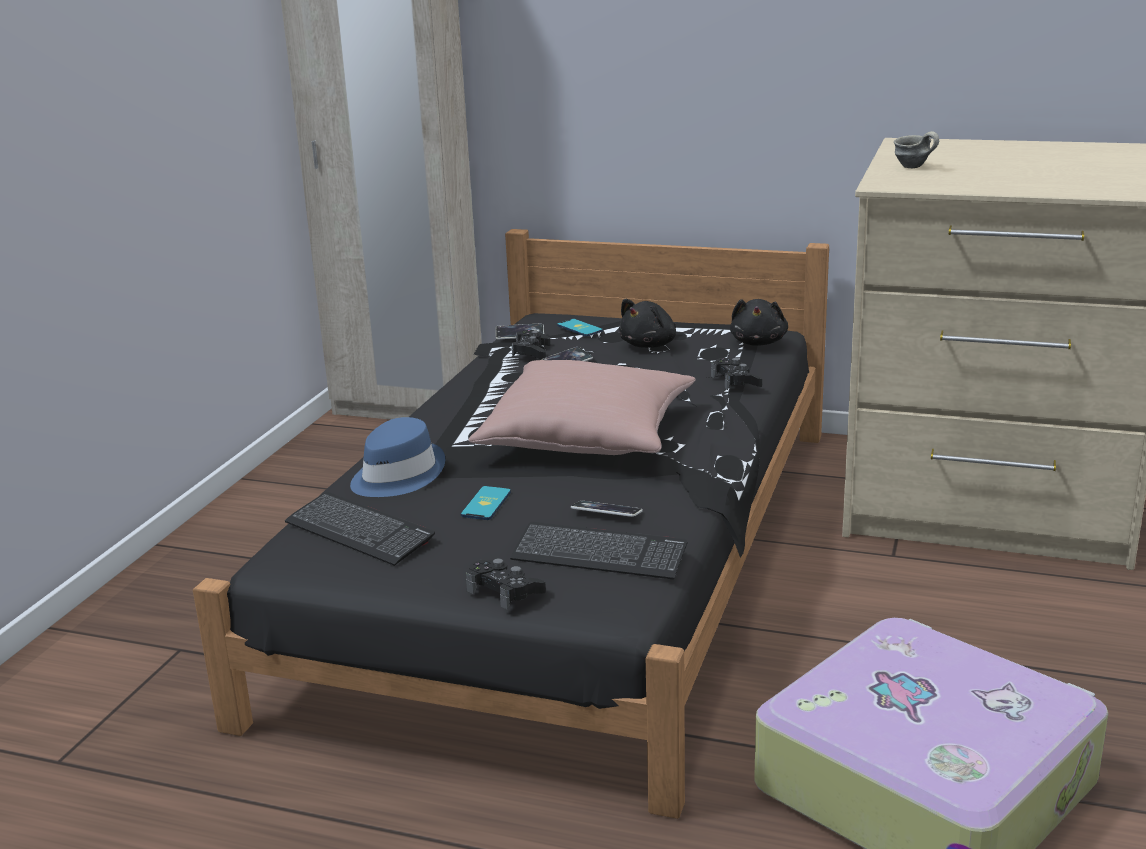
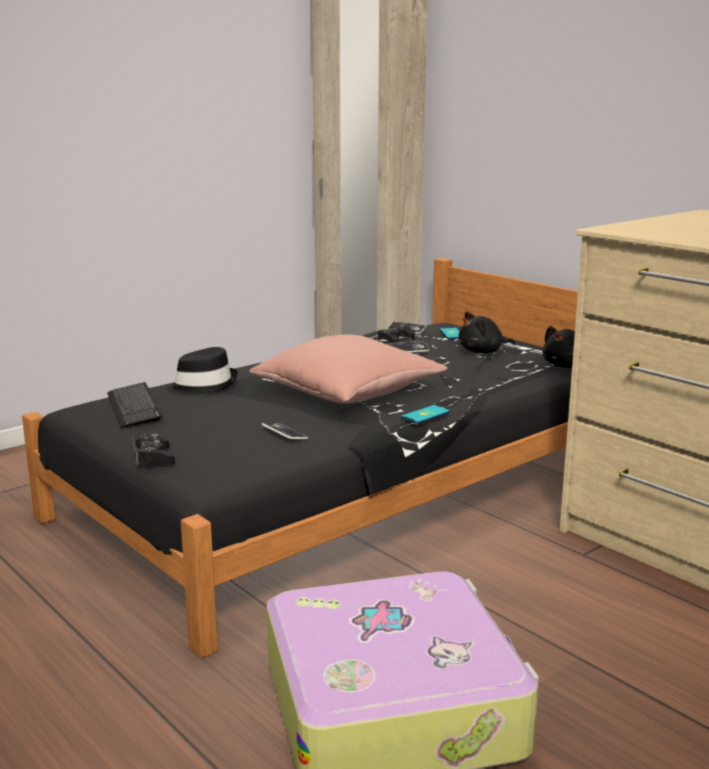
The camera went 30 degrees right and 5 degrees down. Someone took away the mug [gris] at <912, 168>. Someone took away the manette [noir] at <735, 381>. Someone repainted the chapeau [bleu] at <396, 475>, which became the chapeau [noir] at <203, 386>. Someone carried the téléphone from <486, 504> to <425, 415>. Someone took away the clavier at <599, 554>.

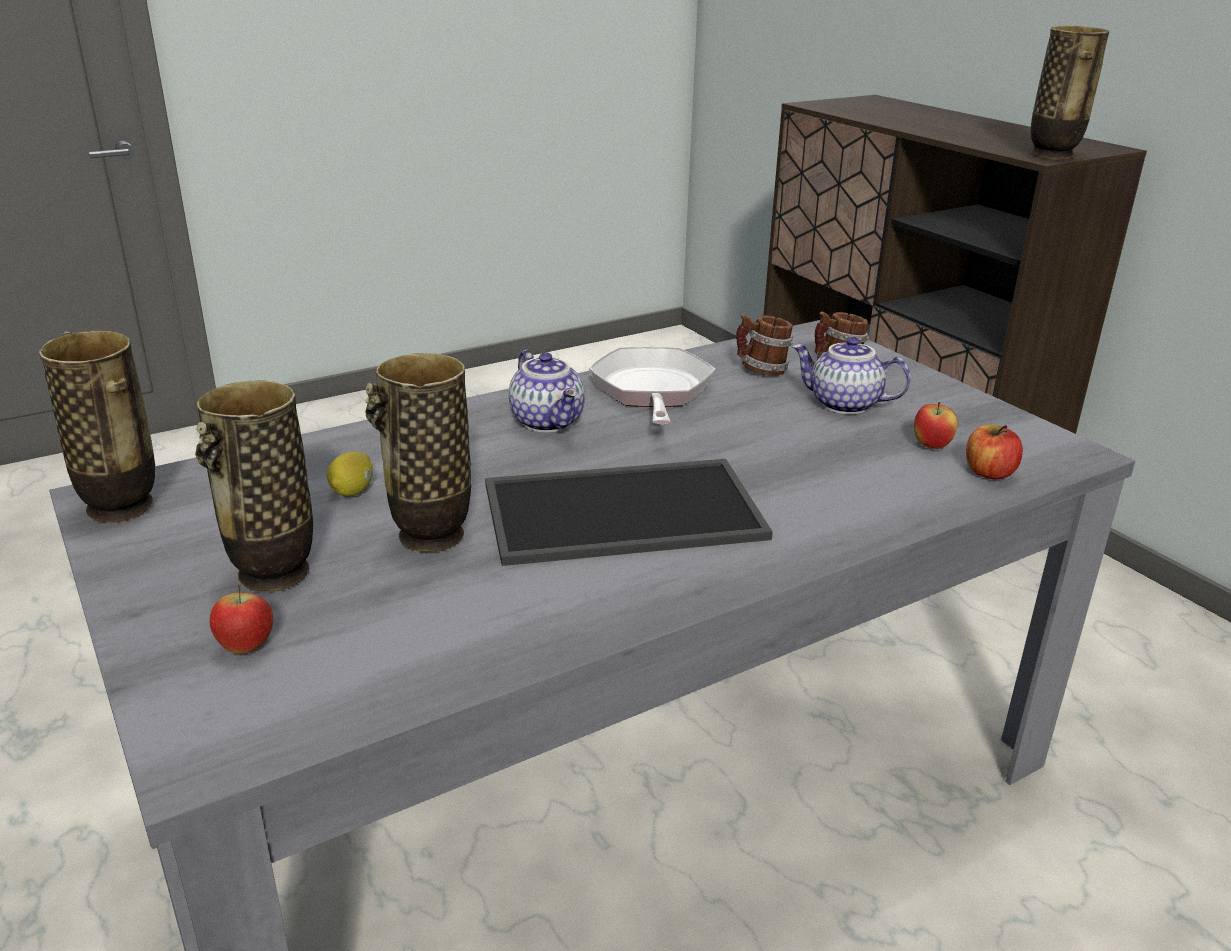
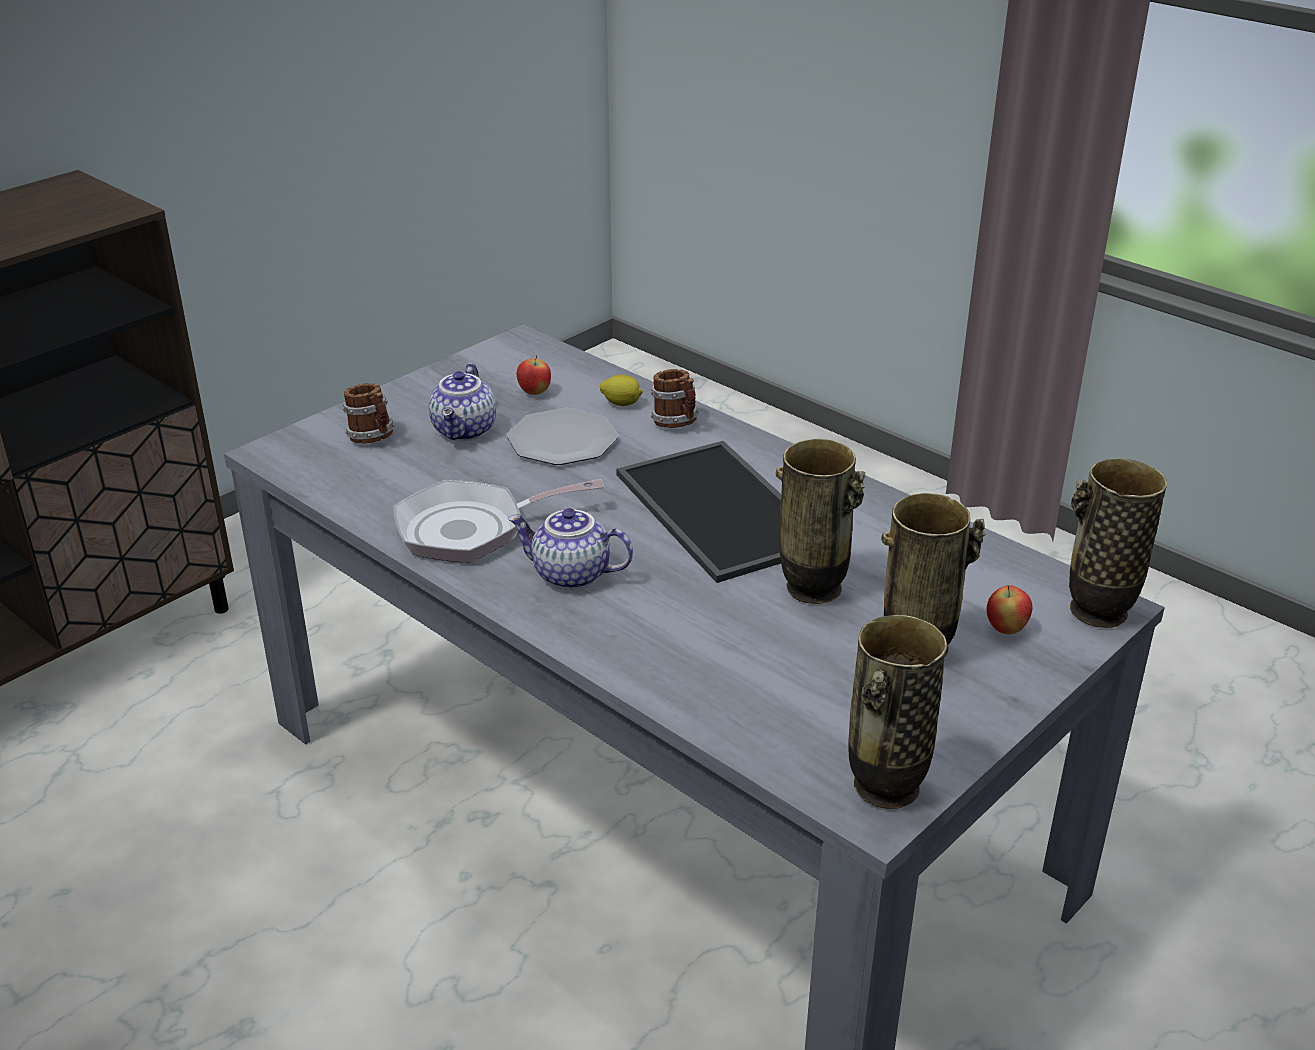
The camera went 105 degrees left and 5 degrees up. Someone carried the vase from <1052, 155> to <1098, 611>. Someone carried the mug from <761, 371> to <676, 423>. Someone rotated the théière at <549, 422> by 120 degrees counterclockwise. Someone took away the pomme at <988, 473>. Someone carried the citron from <353, 491> to <621, 404>. Someone put down the assiette at <562, 440>.

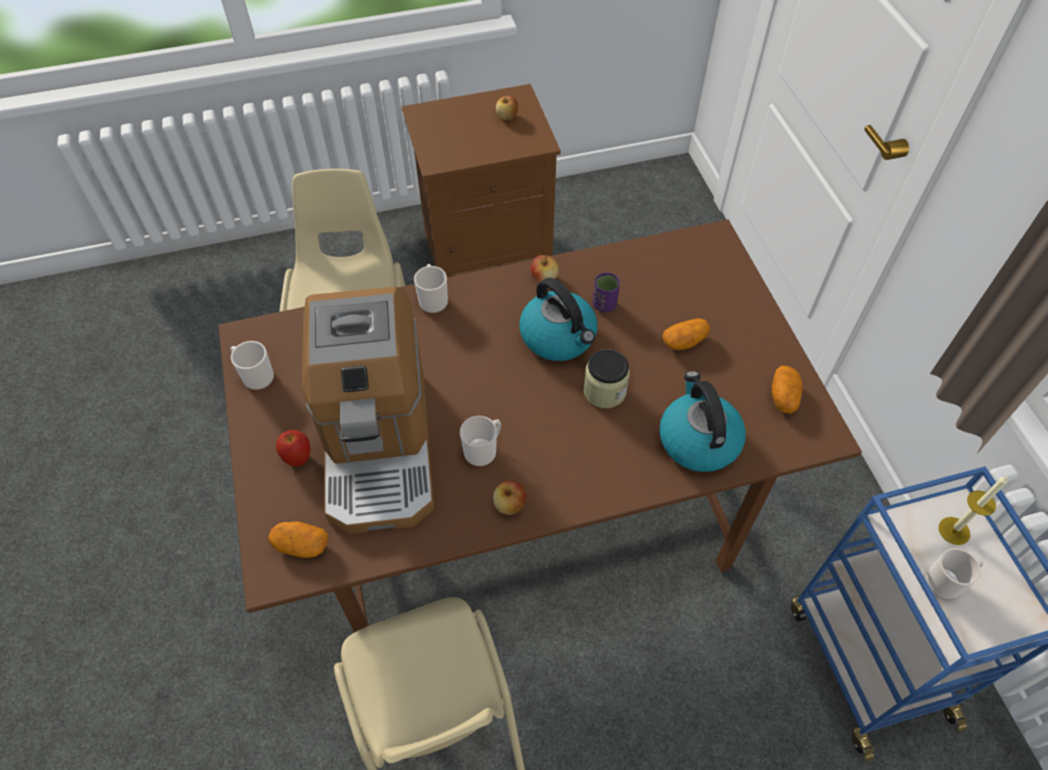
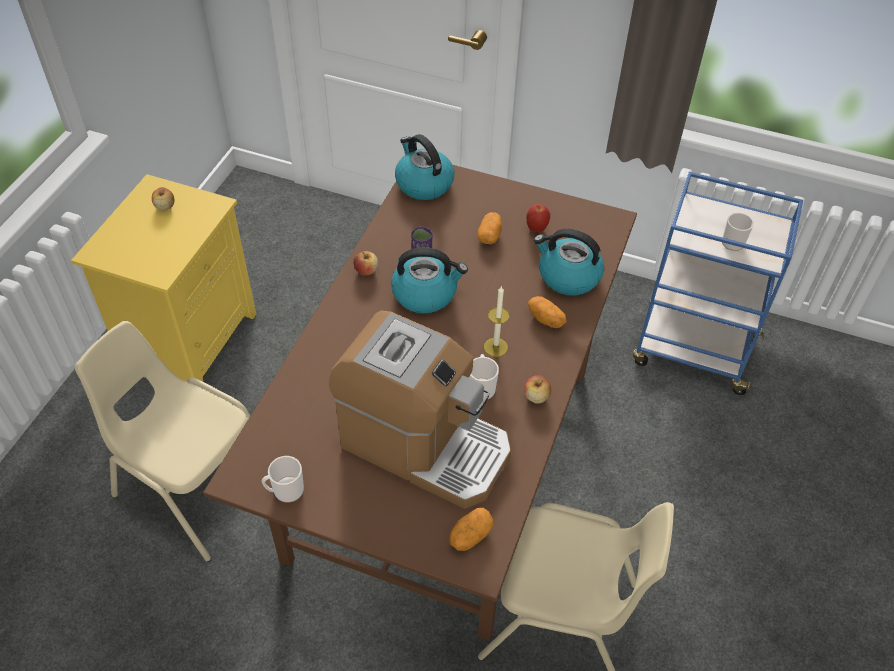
The camera went 55 degrees left and 5 degrees down. Someone repainted the table de chevet [marron] at <487, 251>, which became the table de chevet [jaune] at <190, 339>. Someone took away the mug at <433, 299>. Someone took away the bocal at <604, 391>. Someone carried the pomme de terre from <783, 397> to <546, 319>. Someone carried the pomme from <298, 458> to <536, 229>. Someone carried the bougie from <954, 530> to <495, 347>. Someone put down the bouilloire at <423, 183>.

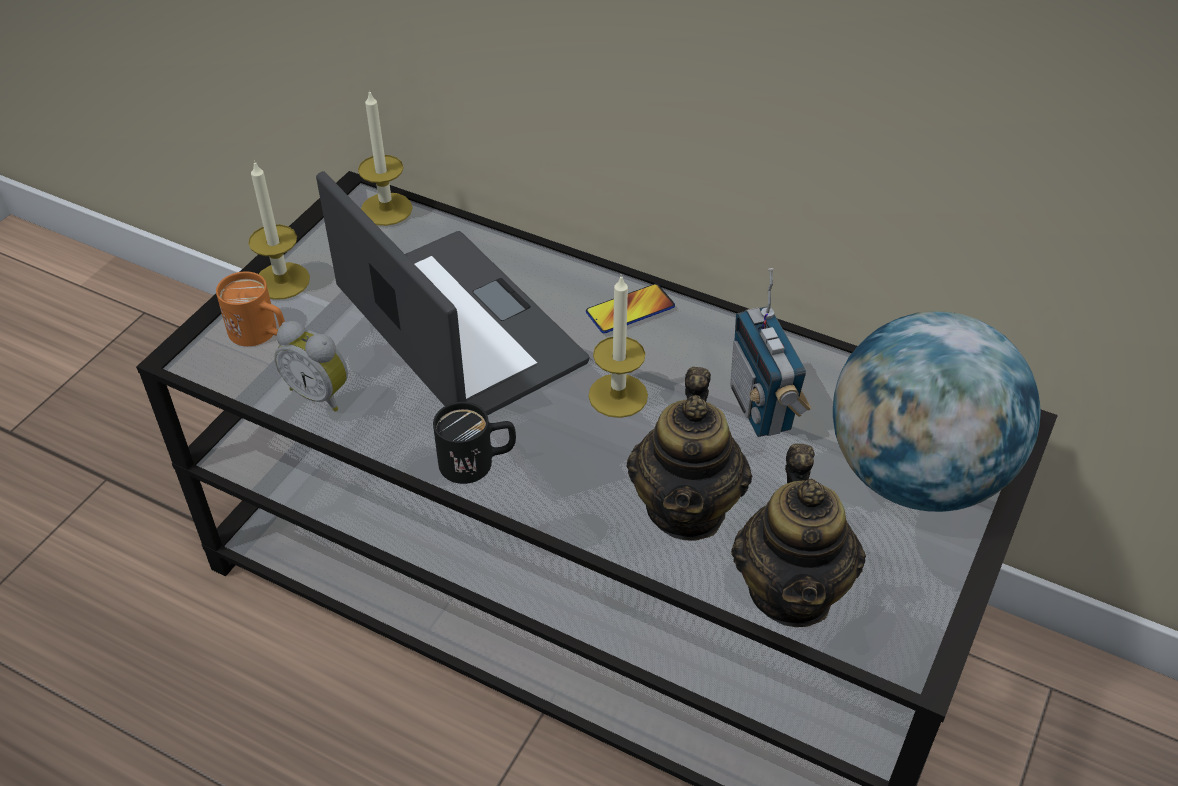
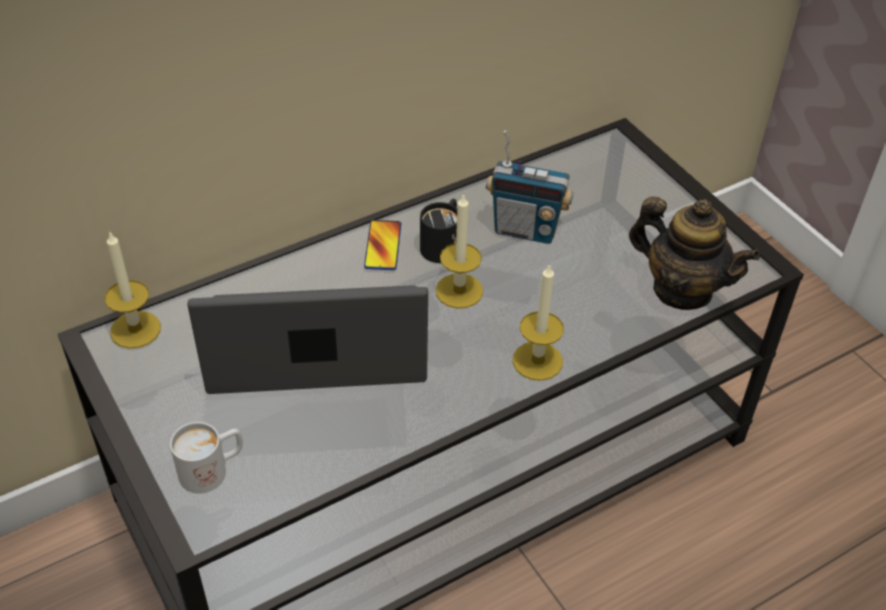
The camera went 60 degrees left and 0 degrees up. Someone carried the bougie from <282, 281> to <537, 361>. Someone repainted the mug [orange] at <261, 334>, which became the mug [blanc] at <213, 469>. Someone took away the globe at <914, 475>. Someone took away the réveil at <321, 393>. Someone took away the théière at <687, 508>. Someone carried the mug [noir] from <478, 462> to <443, 243>.

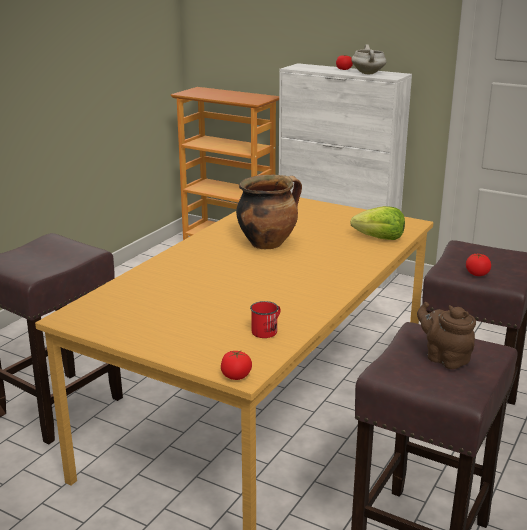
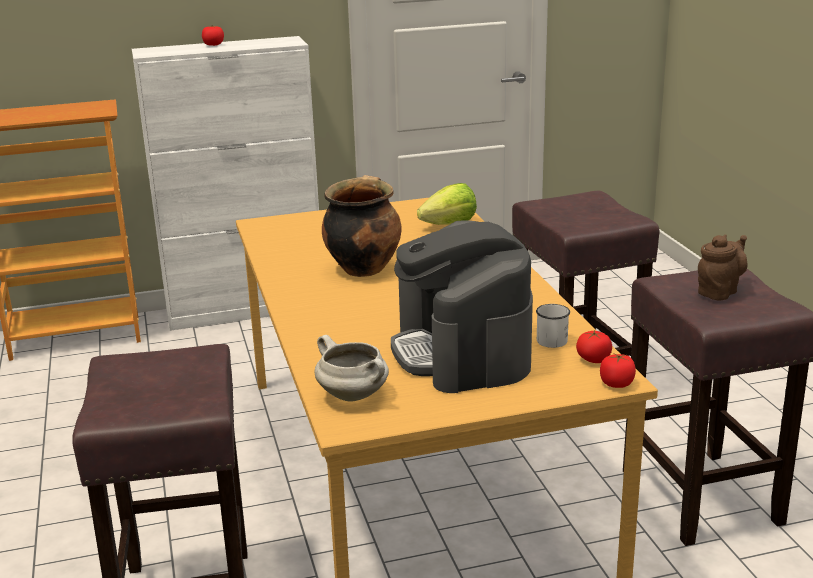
The camera went 45 degrees left and 0 degrees up. Someone carried the marmite [blanc] from <368, 73> to <354, 395>. Someone carried the tomate from <477, 274> to <593, 359>. Someone repainted the mug [rouge] at <267, 330>, which became the mug [blanc] at <551, 338>. Someone rotated the théière [marron] at <444, 358> by 135 degrees clockwise. Someone put down the machine à café at <462, 352>.

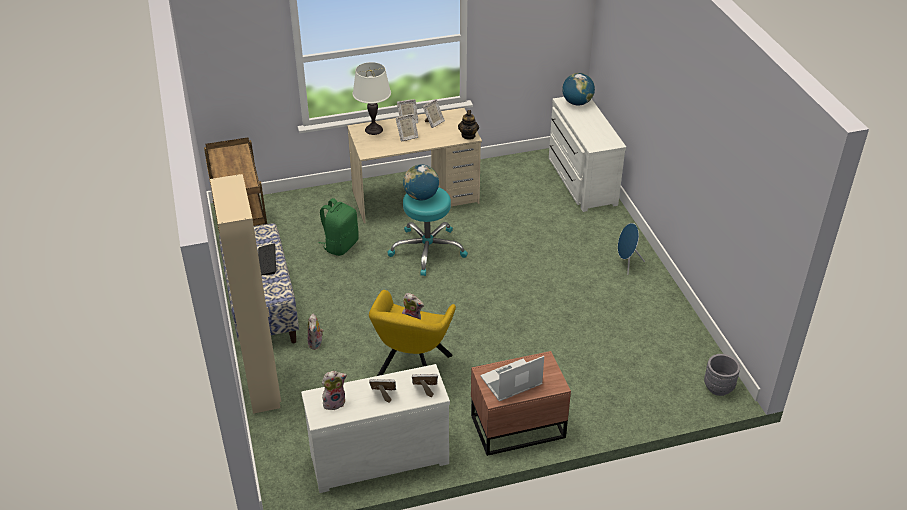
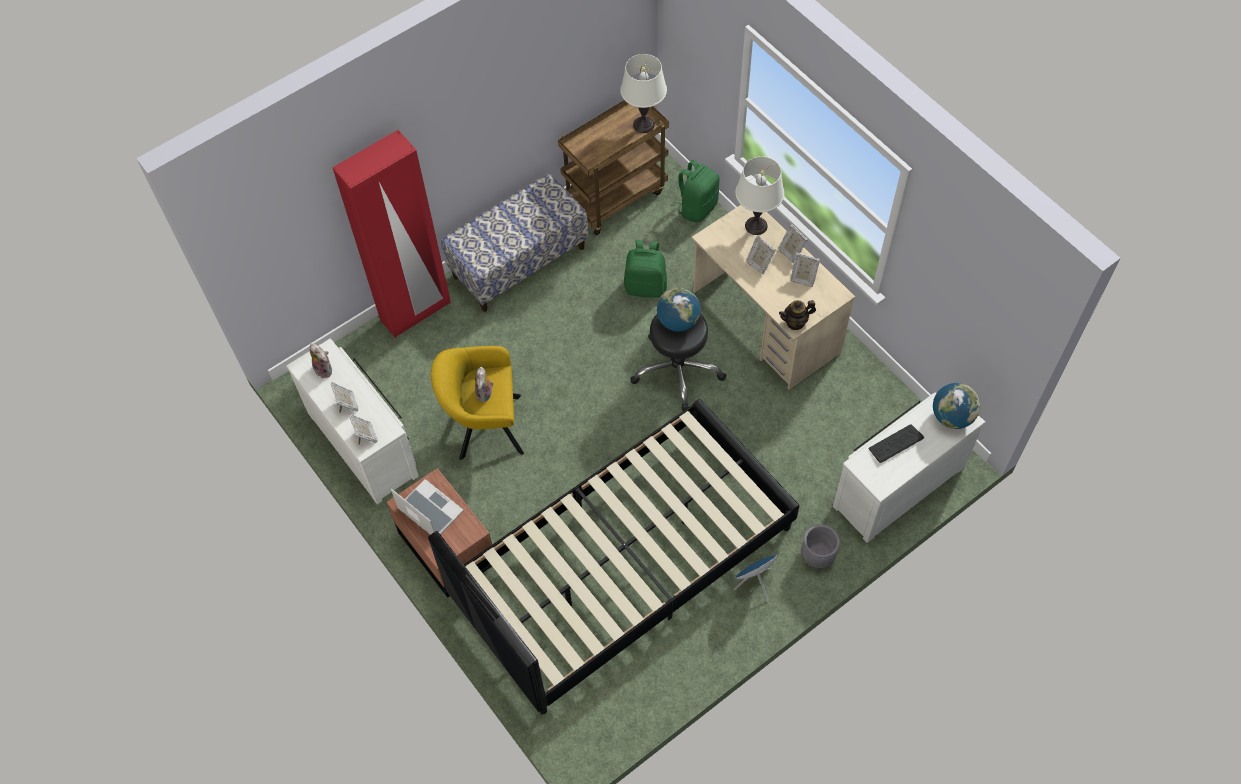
The camera went 70 degrees right and 20 degrees up. Someone repainted the armoire [beige] at <263, 386>, which became the armoire [rouge] at <416, 312>. Someone repainted the tabouret [turquoise] at <427, 250>, which became the tabouret [noir] at <678, 369>. Someone carried the clavier from <267, 260> to <895, 444>. Someone took away the peluche at <316, 344>. Someone carried the cache-pot [gris] from <718, 387> to <818, 555>. Someone put down the lampe de table [blanc] at <643, 124>. Someone put down the sac à dos [vert] at <697, 207>. Someone put down the lit [noir] at <623, 564>.

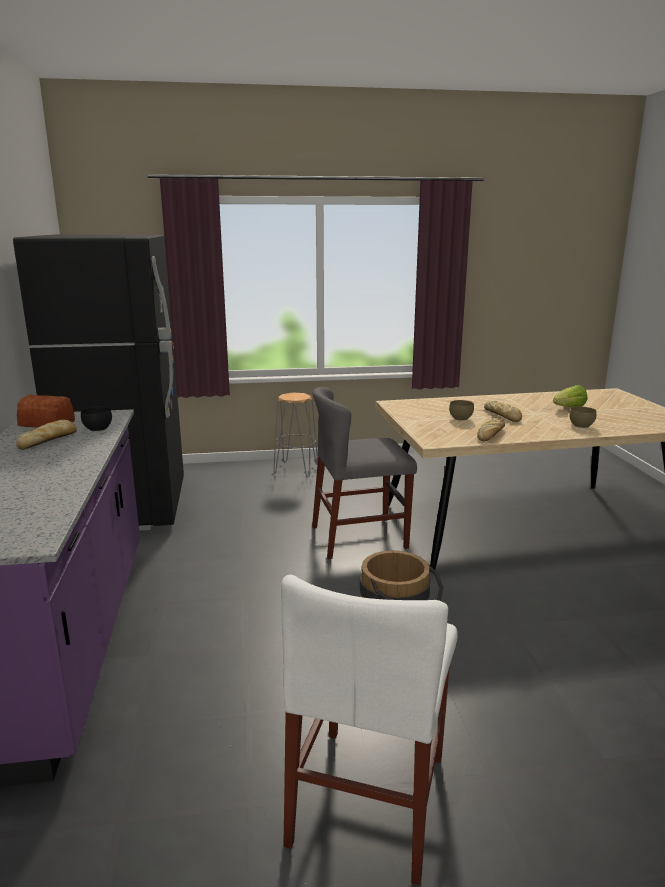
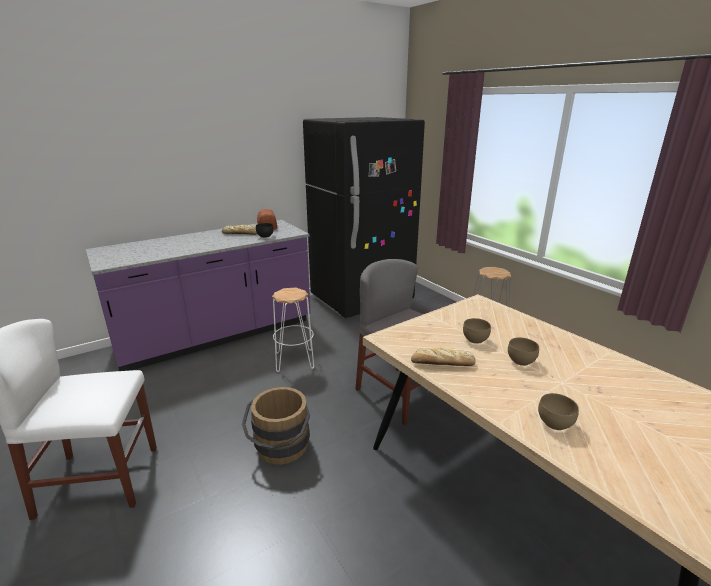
The camera went 65 degrees right and 5 degrees up. Someone took away the laitue at <568, 408>. Someone swapped the pain at <503, 415> for the bol [marron] at <520, 362>. Someone put down the tabouret [blanc] at <295, 360>.

